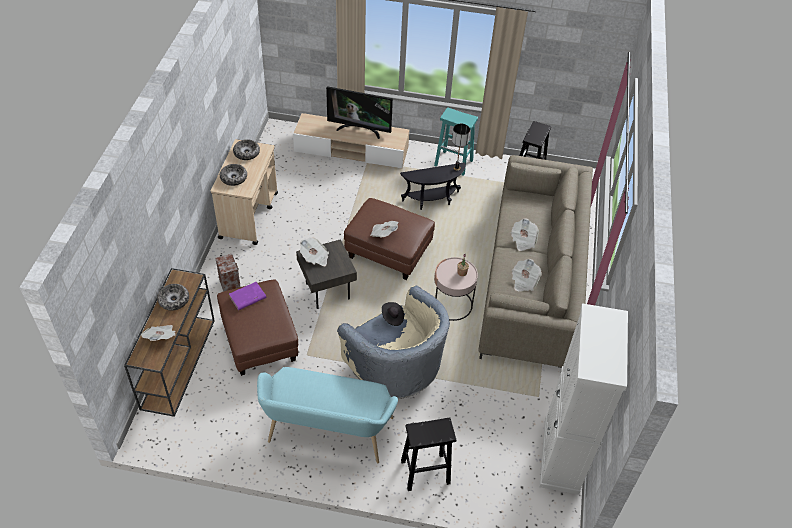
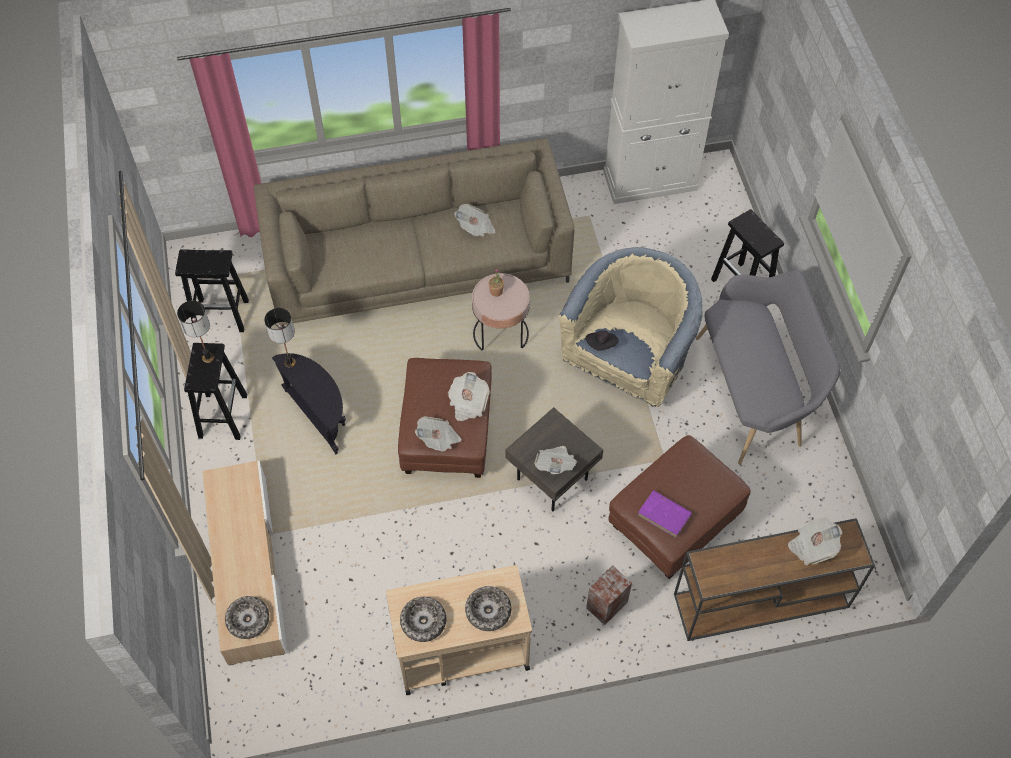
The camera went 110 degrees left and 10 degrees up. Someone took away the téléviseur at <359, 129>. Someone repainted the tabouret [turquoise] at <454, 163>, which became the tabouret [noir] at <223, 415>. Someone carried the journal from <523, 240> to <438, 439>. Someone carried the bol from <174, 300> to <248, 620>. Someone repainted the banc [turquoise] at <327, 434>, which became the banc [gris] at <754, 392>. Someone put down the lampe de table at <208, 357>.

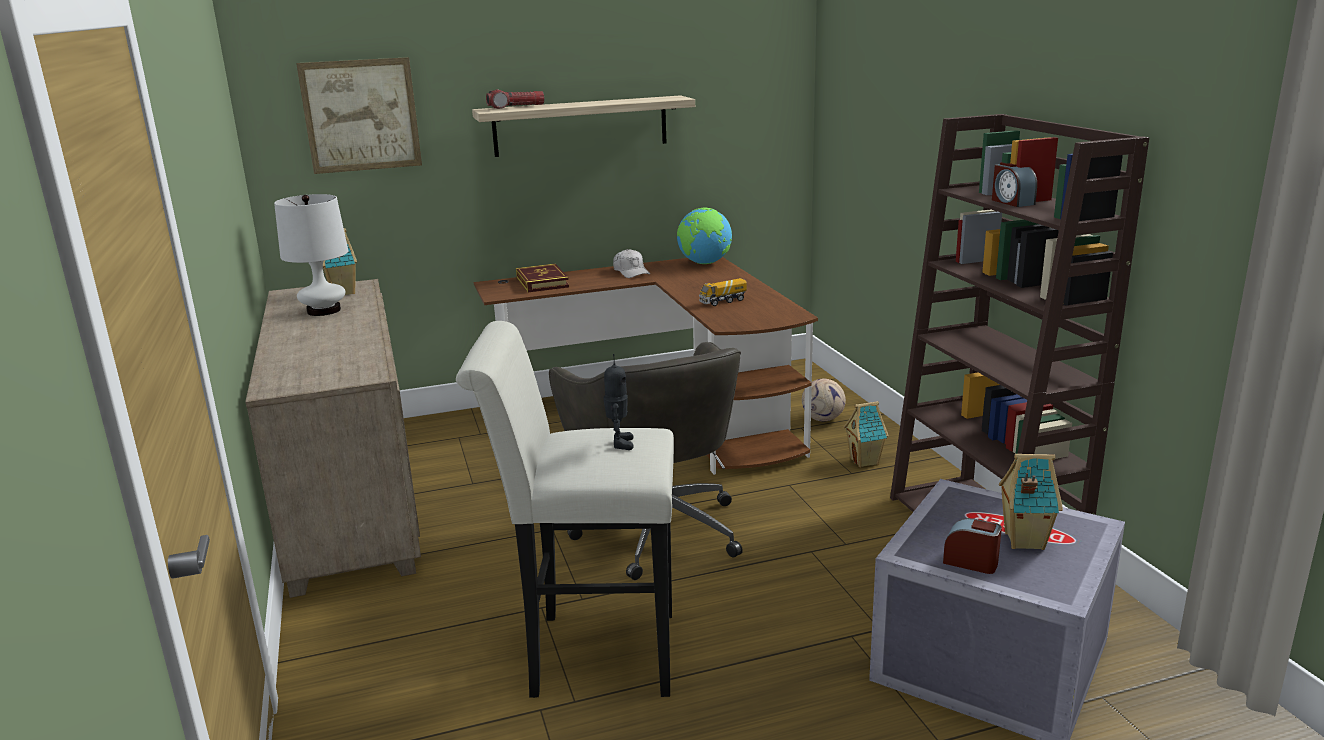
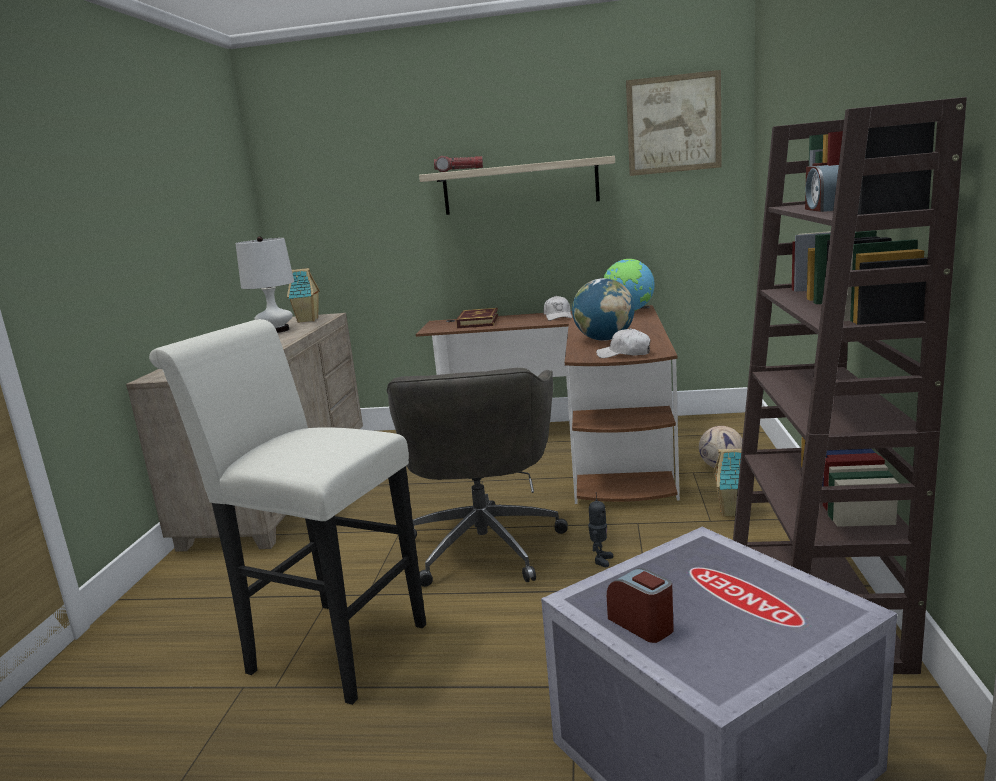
The camera went 25 degrees right and 5 degrees down. Someone carried the tableau from <361, 115> to <673, 124>. Someone swapped the camion jouet at <723, 302> for the globe at <604, 339>. Someone carried the robot jouet from <620, 443> to <601, 560>. Someone took away the maison miniature at <1023, 541>. Someone put down the casquette [blanc] at <624, 354>.

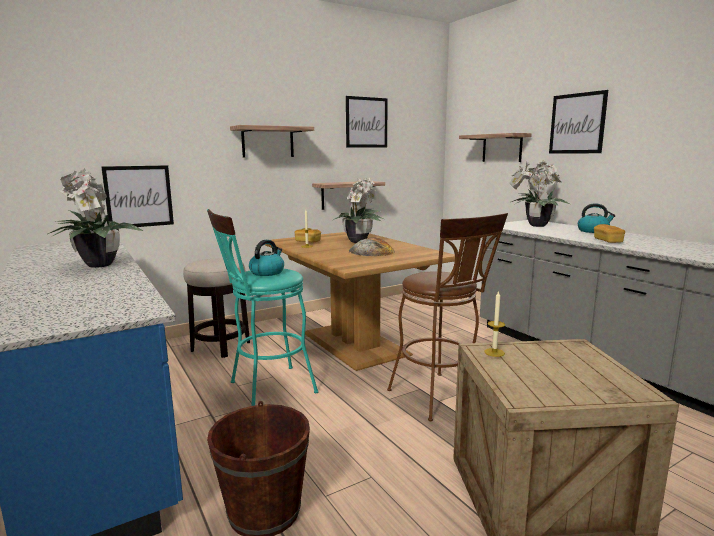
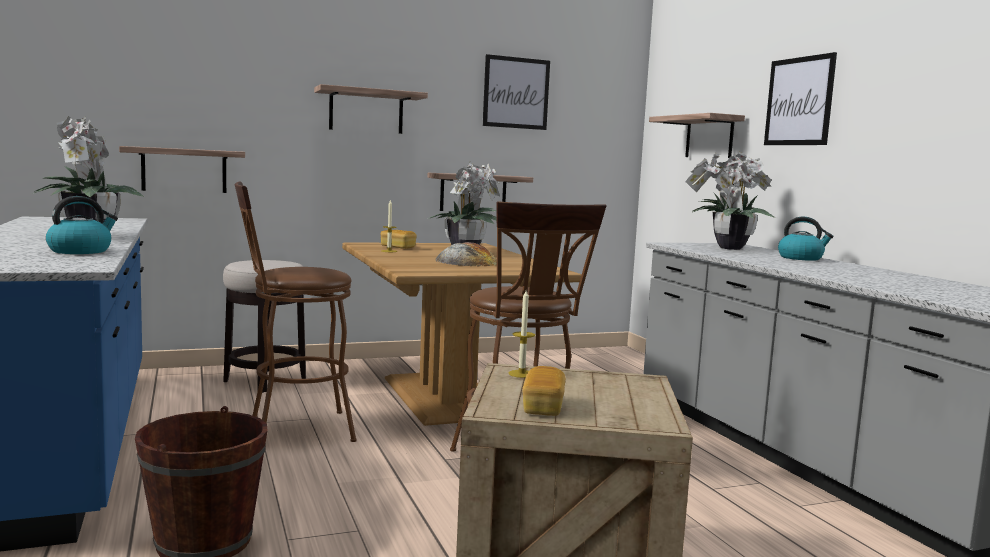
The camera went 10 degrees right and 5 degrees down. Someone swapped the tableau at <139, 196> for the étagère at <184, 170>. Someone repainted the tabouret [turquoise] at <266, 389>, which became the tabouret [marron] at <291, 430>. Someone carried the pain from <607, 241> to <543, 407>. Someone carried the bouilloire from <267, 272> to <81, 251>.

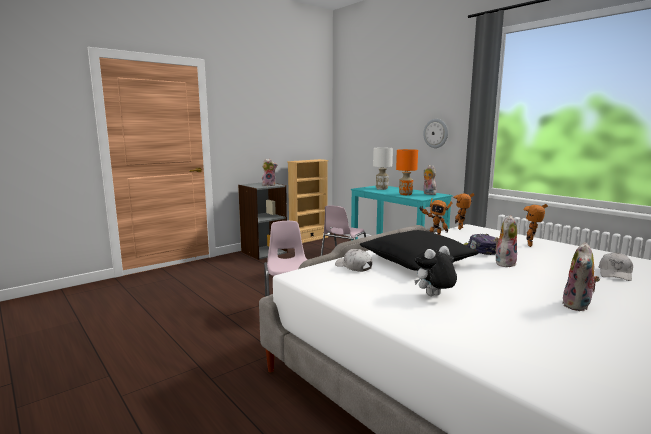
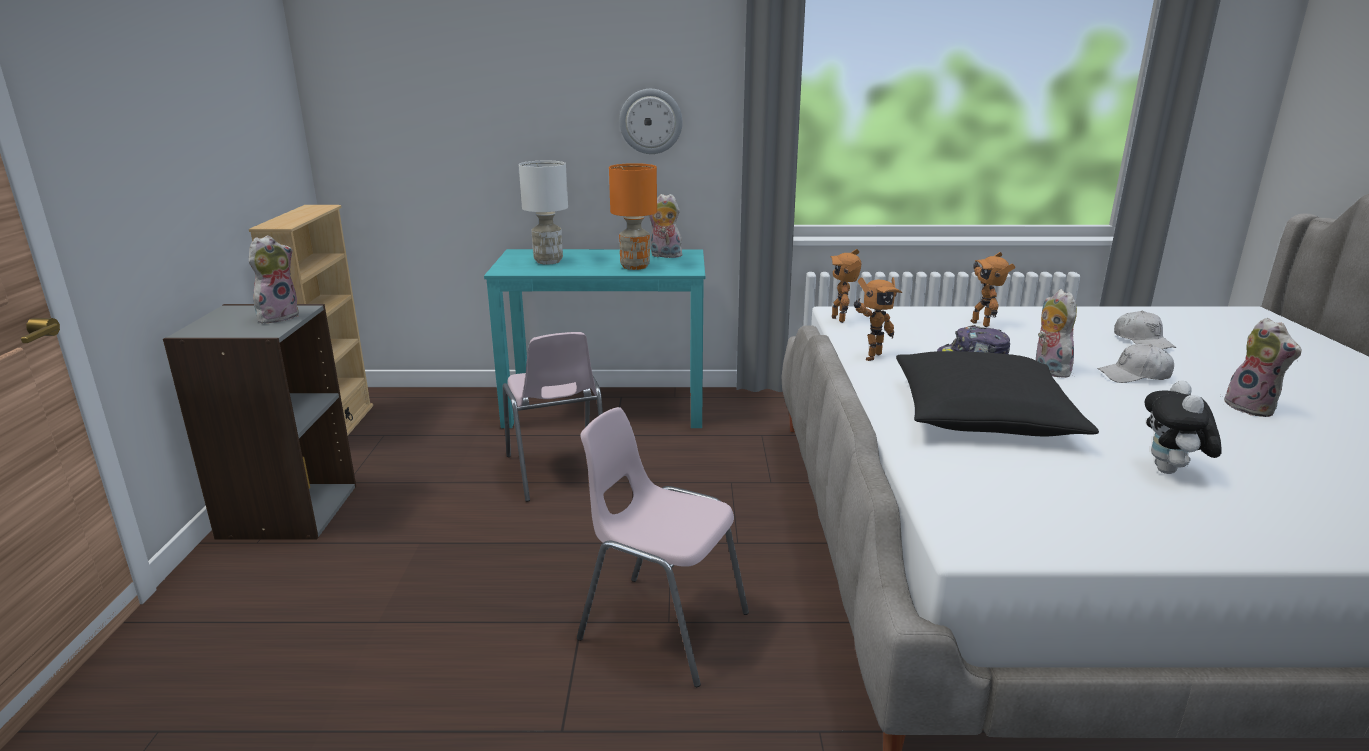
The camera went 50 degrees left and 10 degrees up. Someone carried the casquette [blanc] from <353, 267> to <1134, 375>.

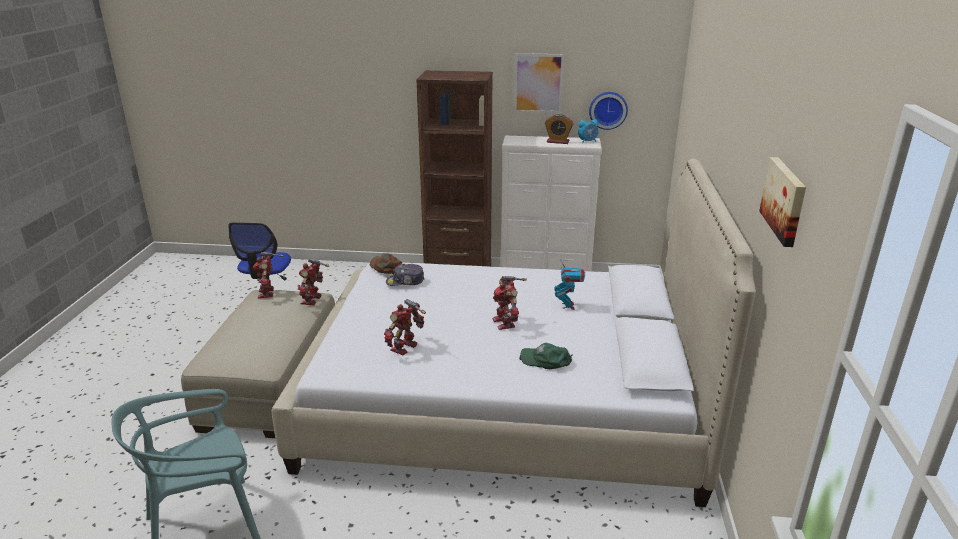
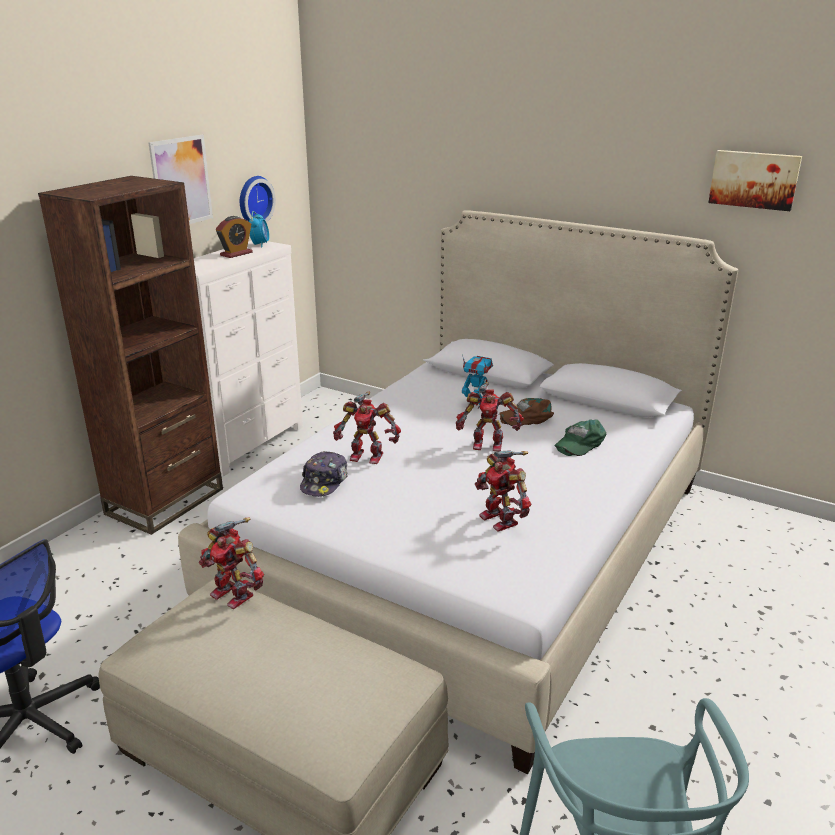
The camera went 65 degrees left and 0 degrees up. Someone carried the robot jouet from <268, 293> to <367, 456>. Someone carried the casquette [marron] from <386, 267> to <527, 417>.

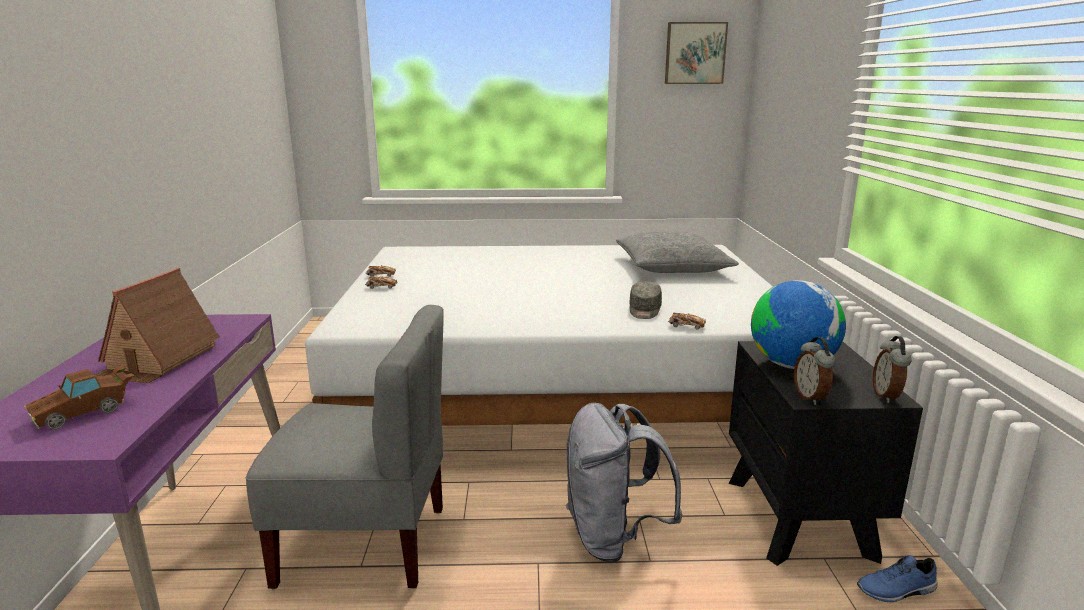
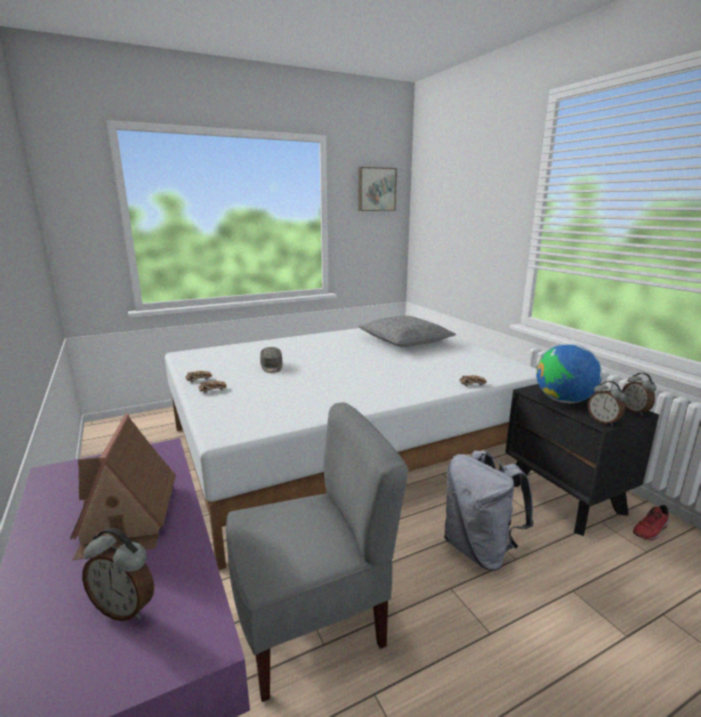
The camera went 25 degrees left and 0 degrees up. Someone carried the casquette [gris] from <644, 310> to <271, 367>. Someone swapped the petite voiture [marron] at <85, 412> for the réveil at <125, 608>. Someone repainted the chaussure [bleu] at <897, 591>, which became the chaussure [rouge] at <651, 530>.

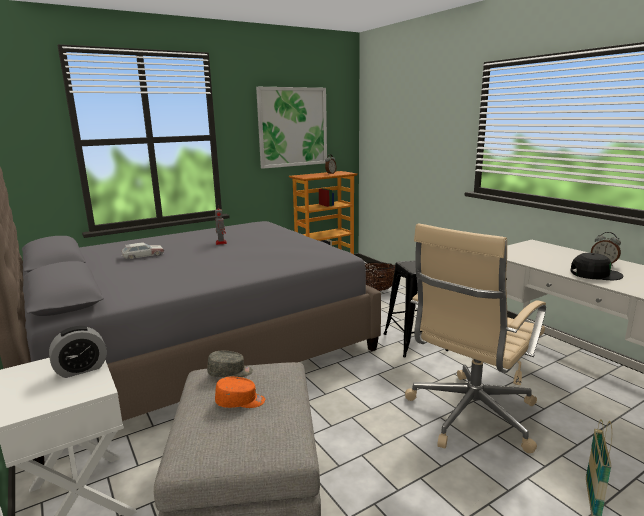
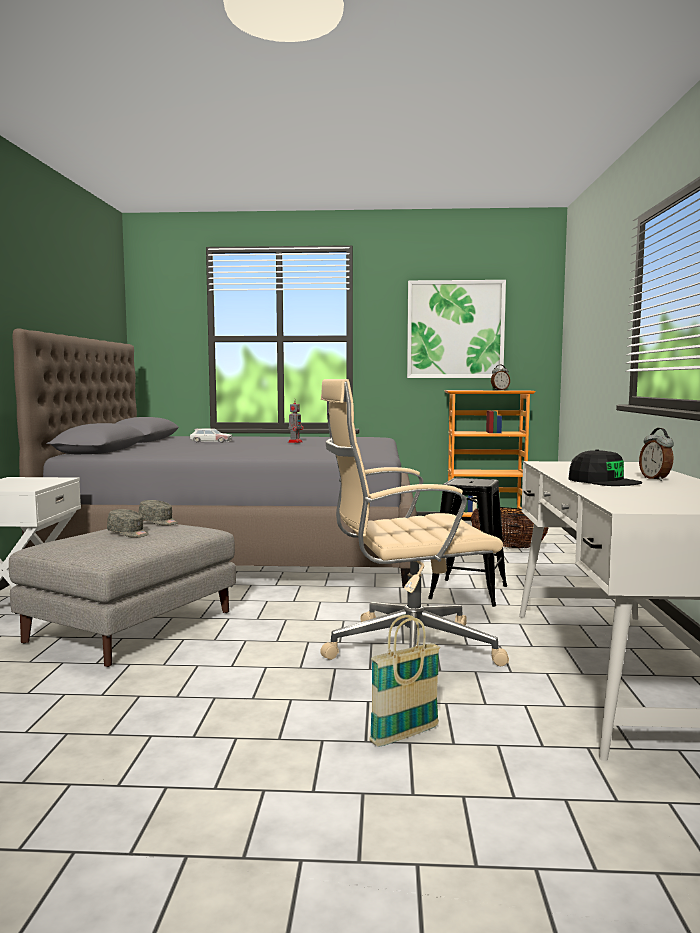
The camera went 35 degrees right and 10 degrees down. Someone took away the réveil at <81, 369>. Someone repainted the casquette [orange] at <240, 402>, which became the casquette [gris] at <129, 533>.

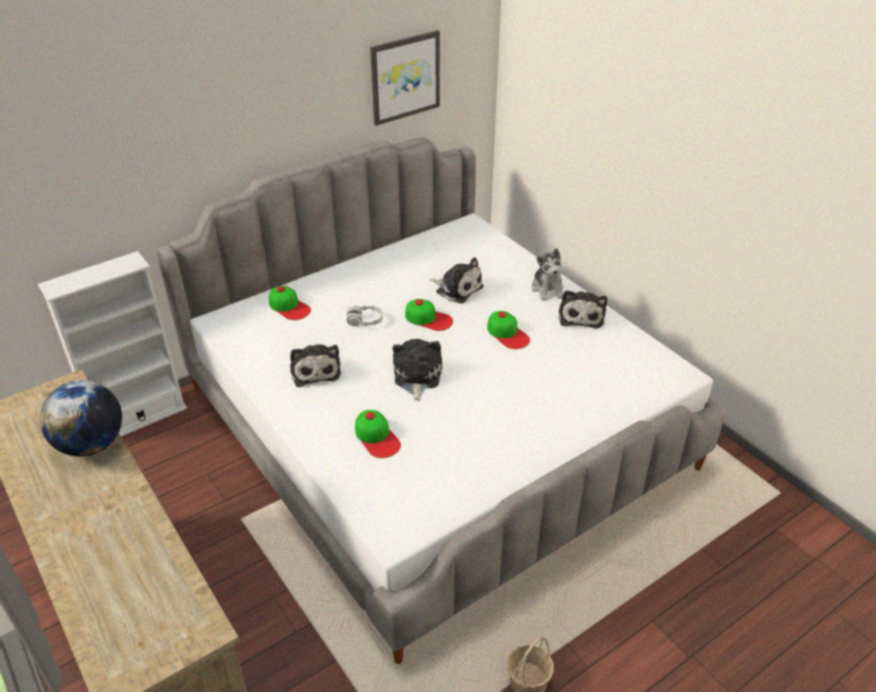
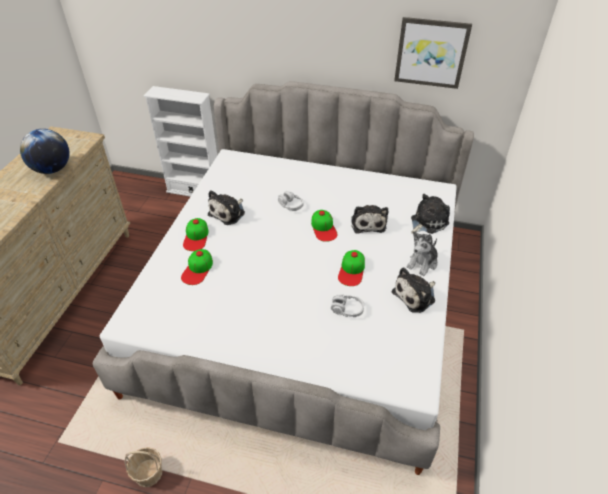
The camera went 50 degrees right and 5 degrees up. Someone carried the casquette from <289, 306> to <196, 237>. Someone carried the peluche from <416, 377> to <427, 222>. Someone put down the casque audio [gris] at <347, 309>.

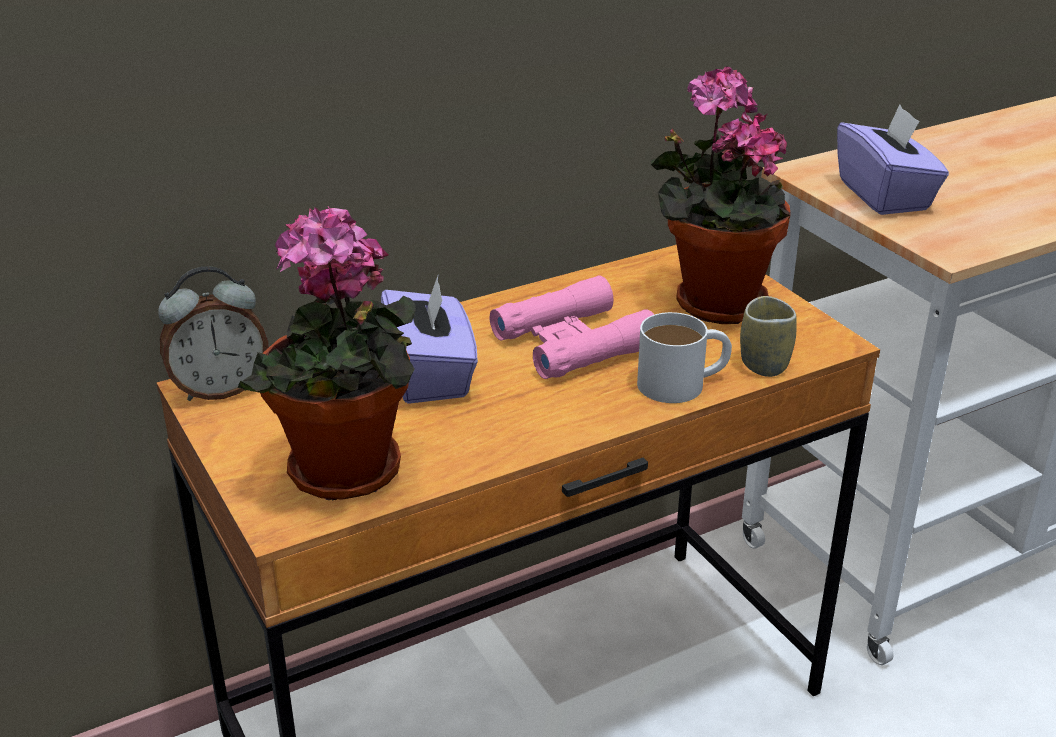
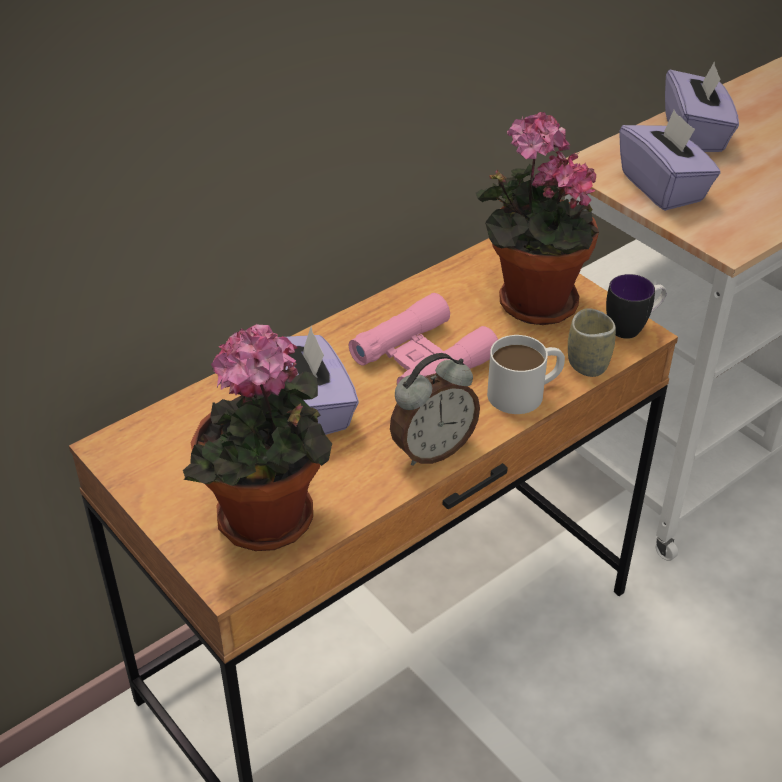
The camera went 10 degrees left and 10 degrees up. Someone carried the réveil from <220, 389> to <432, 449>. Someone put down the boîte à mouchoirs [violet] at <695, 134>. Someone put down the mug at <632, 327>.

